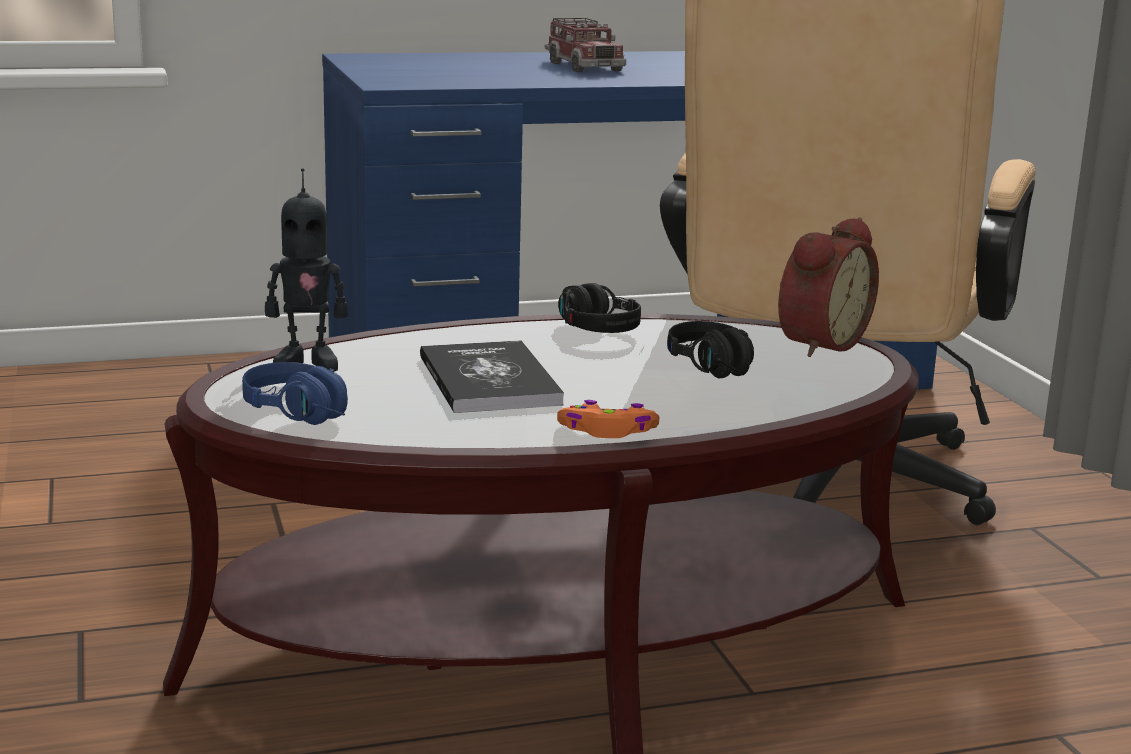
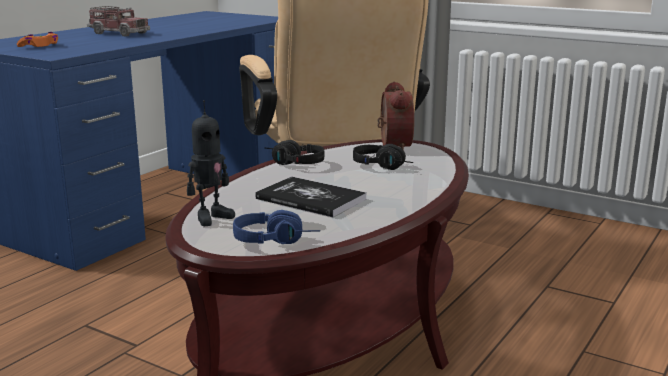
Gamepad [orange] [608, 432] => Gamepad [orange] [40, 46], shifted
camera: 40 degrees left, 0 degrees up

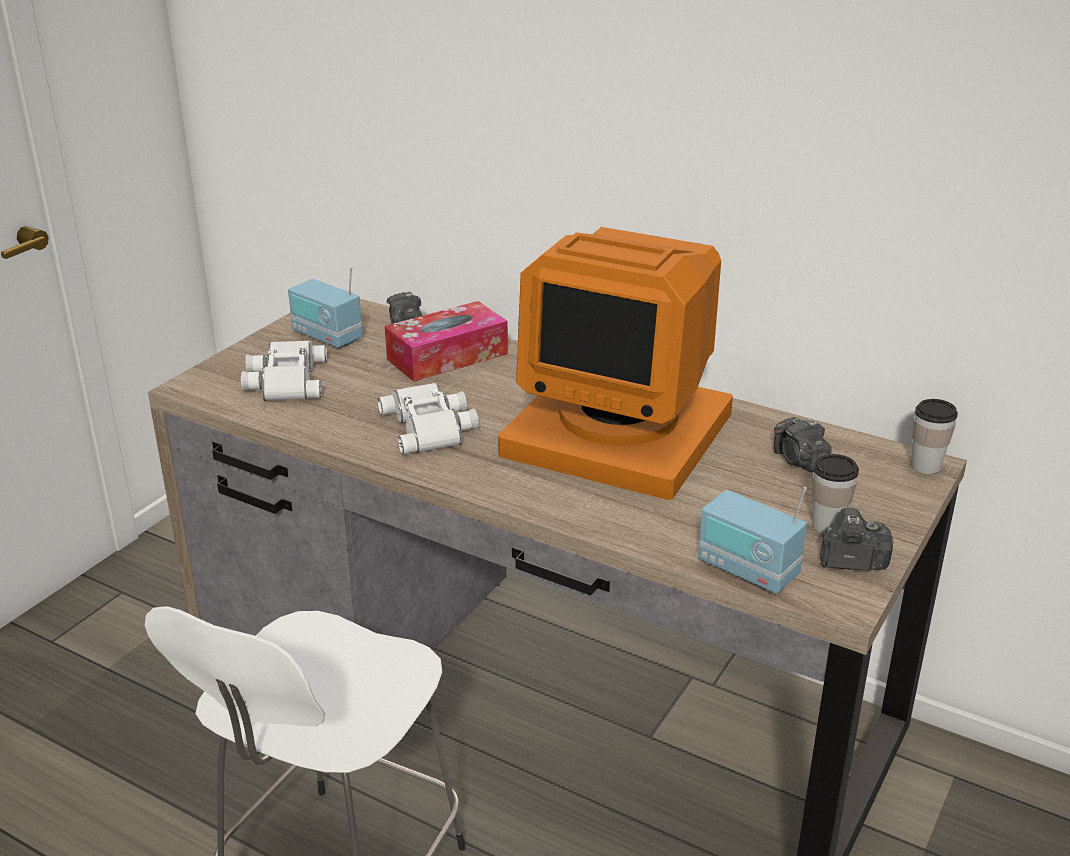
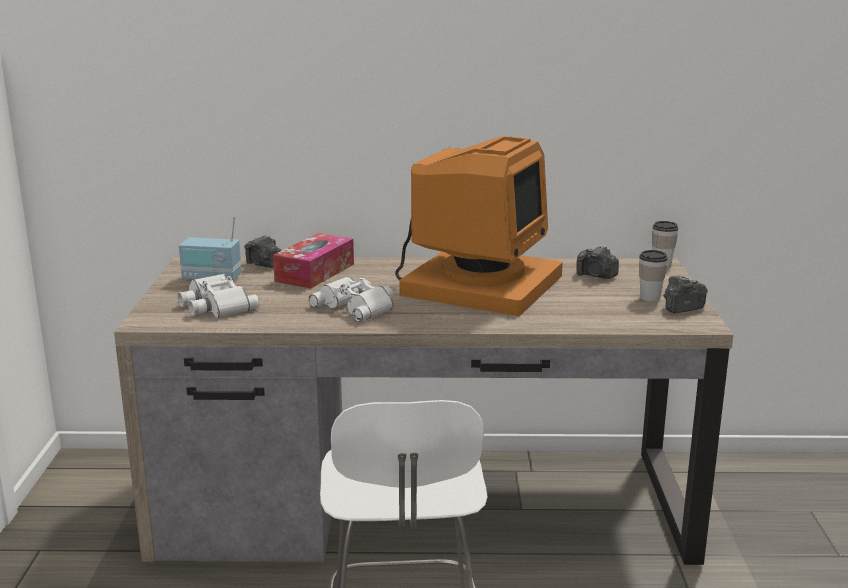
Monitor [620, 431] => Monitor [479, 284], 60 degrees counterclockwise
Radio [747, 570] => nothing
camera: 30 degrees left, 10 degrees down

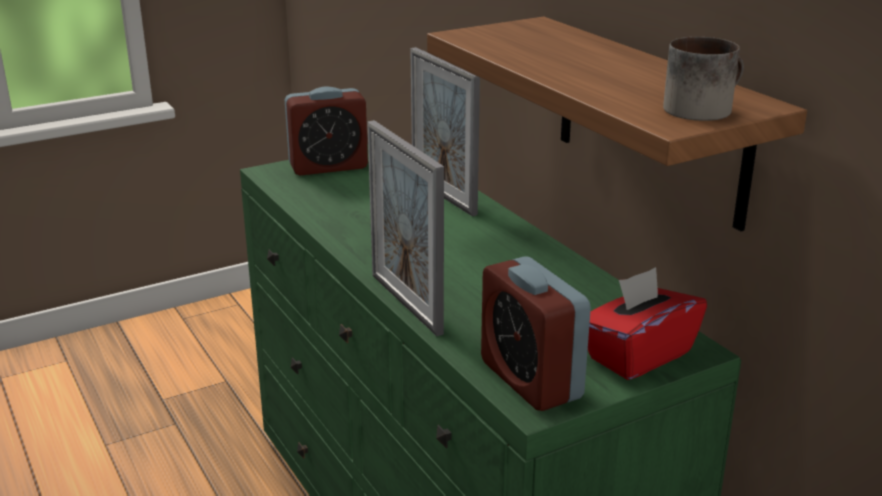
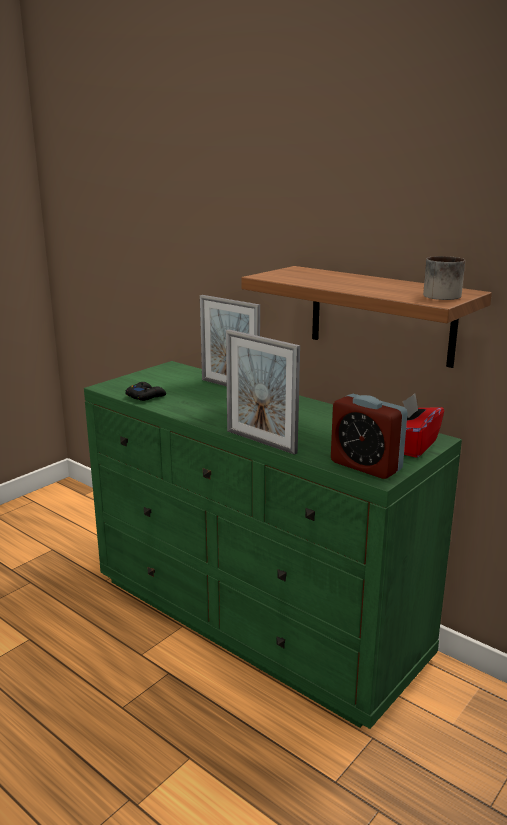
Wecker [328, 166] => nothing
nothing => Gamepad [schwarz] [145, 396]
camera: 20 degrees left, 5 degrees down

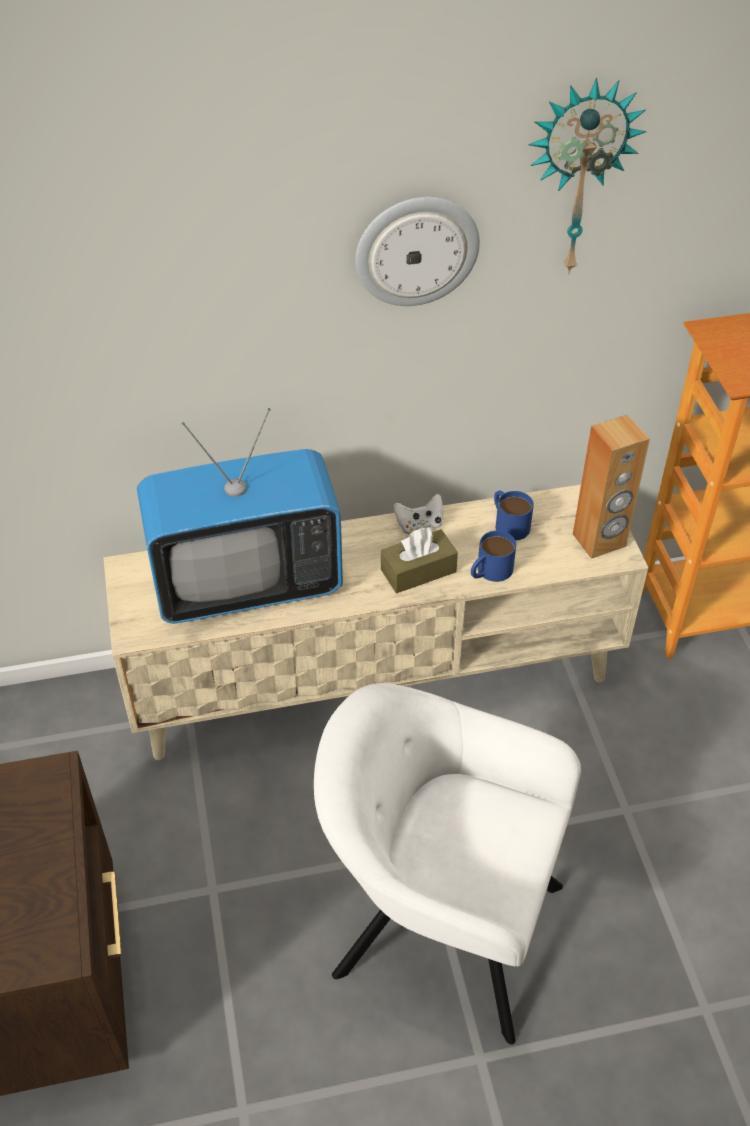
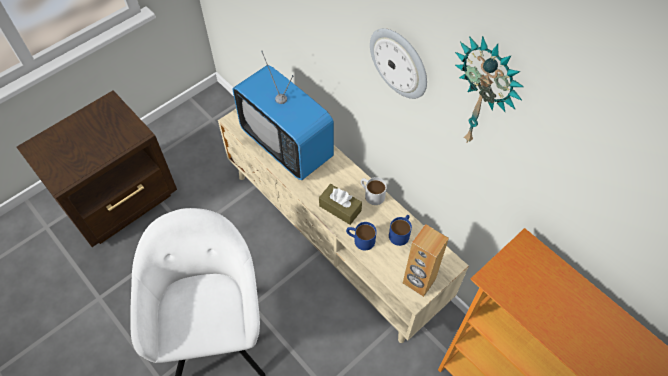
Gamepad [weiß] [419, 524] => Henkelbecher [weiß] [371, 194]
camera: 60 degrees right, 10 degrees up

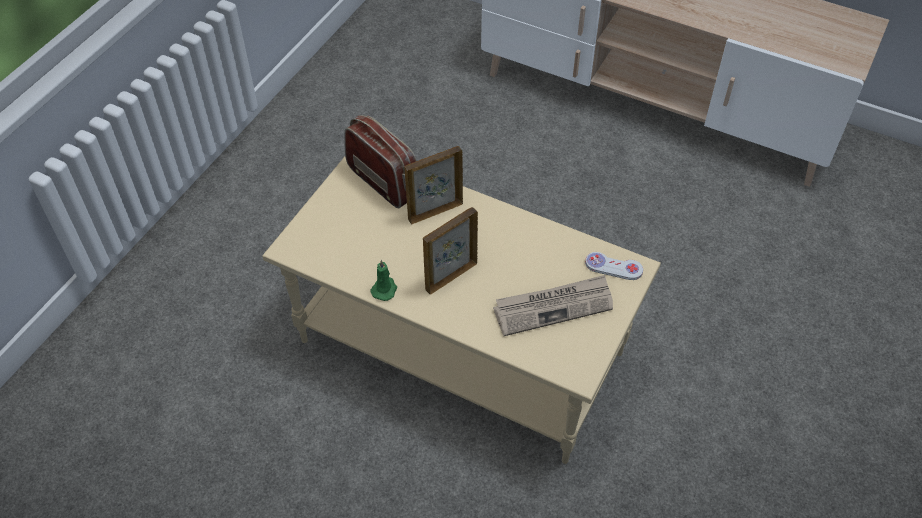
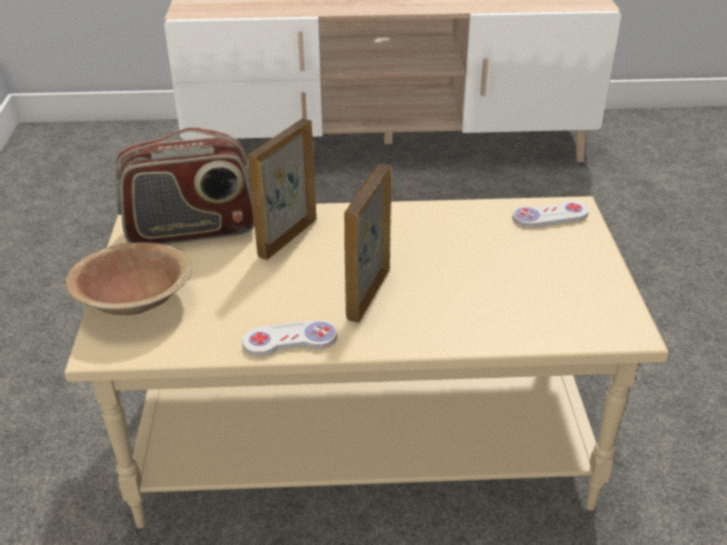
Radio [384, 181] => Radio [191, 231], 150 degrees clockwise
Kerze [grün] [384, 289] => Gamepad [weiß] [290, 340]
Zeitung [553, 307] => nothing
nothing => Schüssel [braun] [135, 301]
camera: 30 degrees left, 15 degrees down

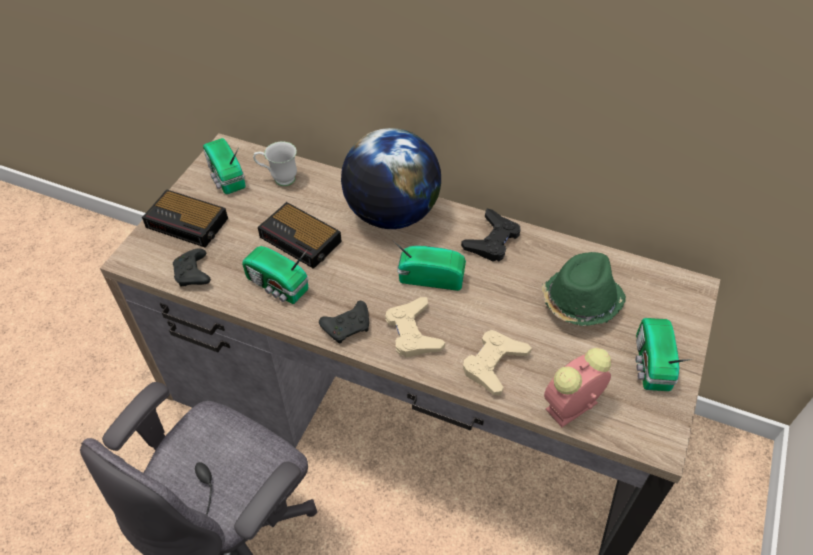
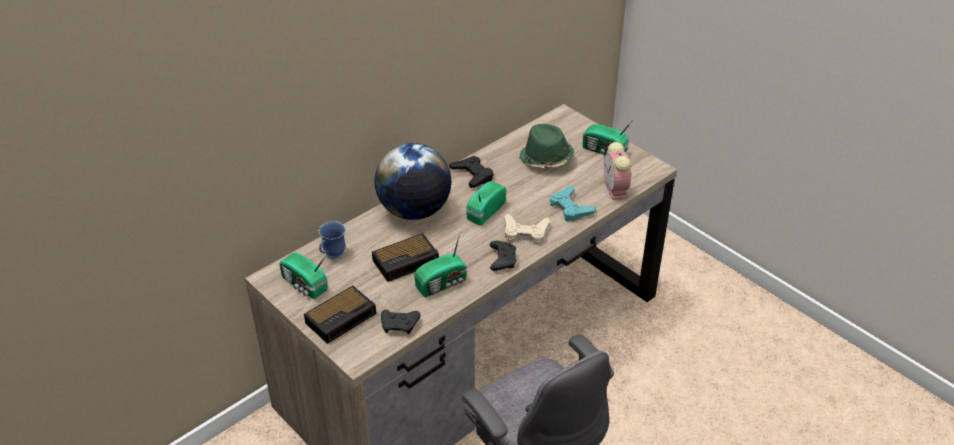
Radio [225, 177] => Radio [304, 285], 45 degrees clockwise
Henkelbecher [weiß] [279, 179] => Henkelbecher [blau] [332, 256]
Gamepad [beige] [494, 364] => Gamepad [türkis] [570, 208]
camera: 65 degrees left, 10 degrees down

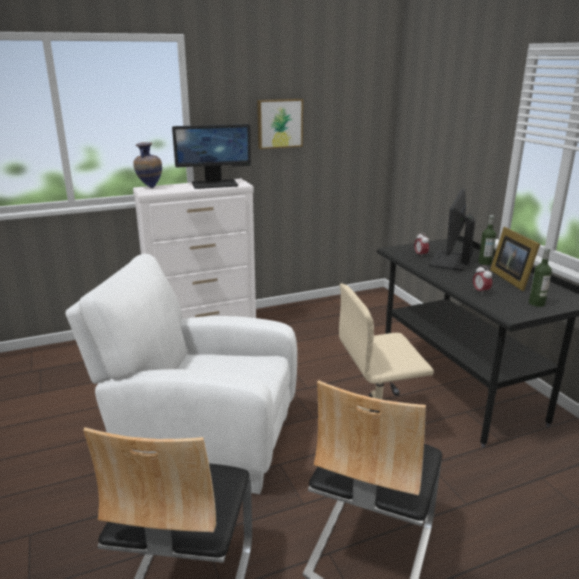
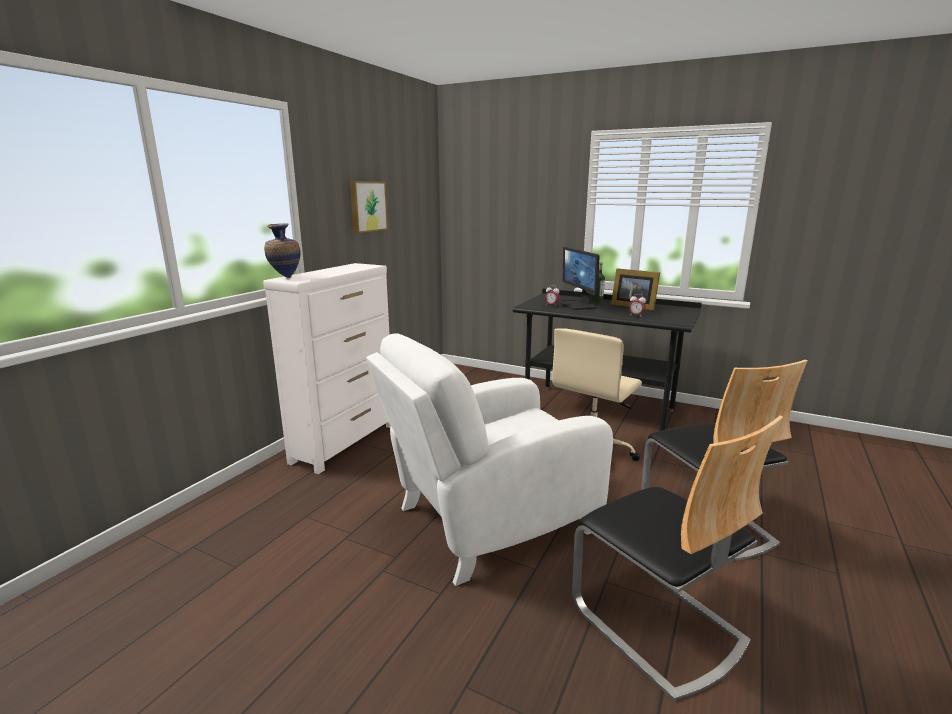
Monitor [215, 184] => nothing
Flasche [536, 303] => nothing
camera: 40 degrees left, 5 degrees down

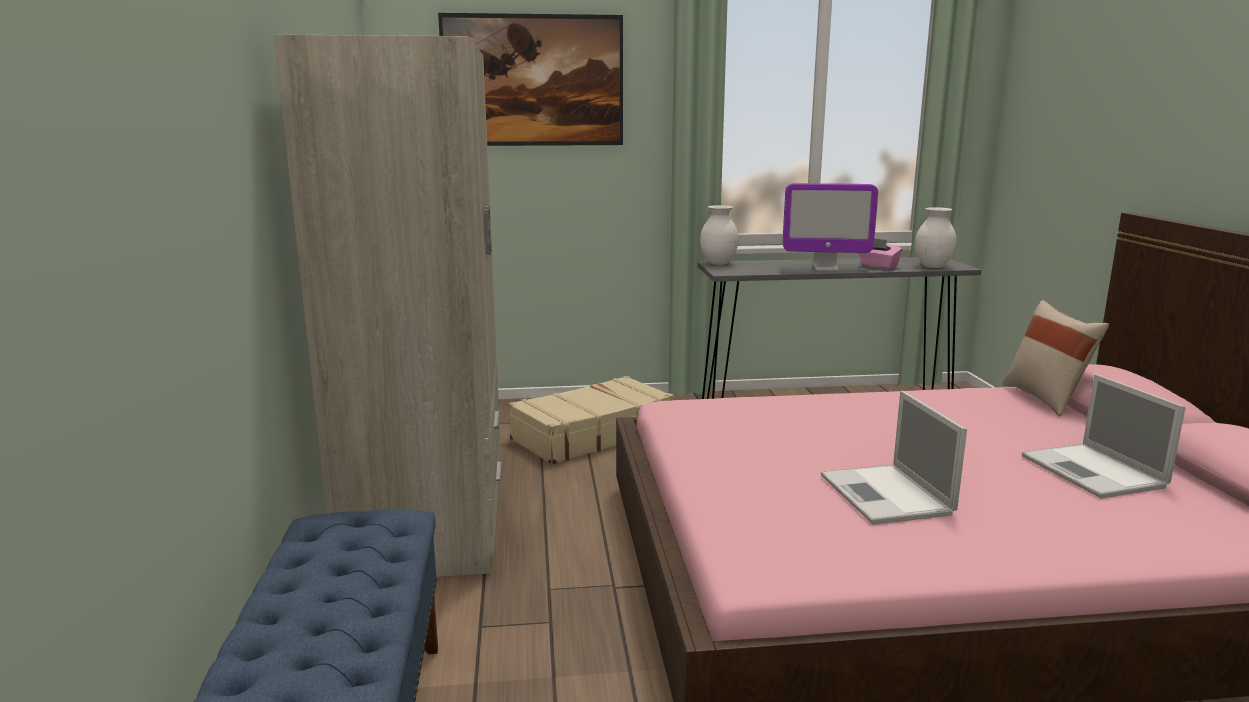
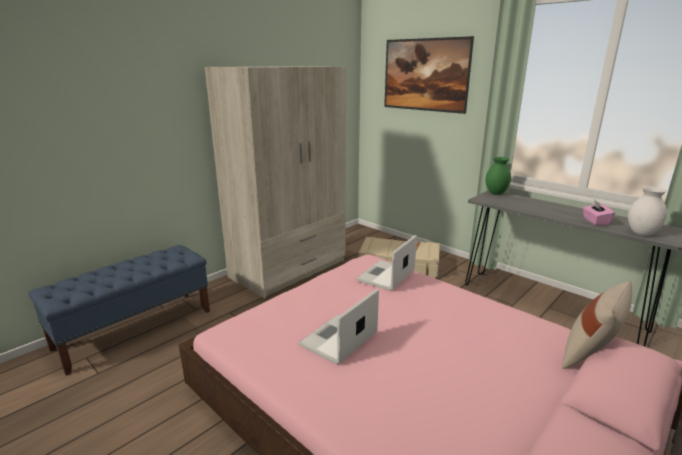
Monitor [825, 268] => nothing
Vase [weiß] [717, 263] => Vase [grün] [495, 193]
Laptop [1095, 472] => Laptop [385, 276], shifted
camera: 50 degrees right, 5 degrees up

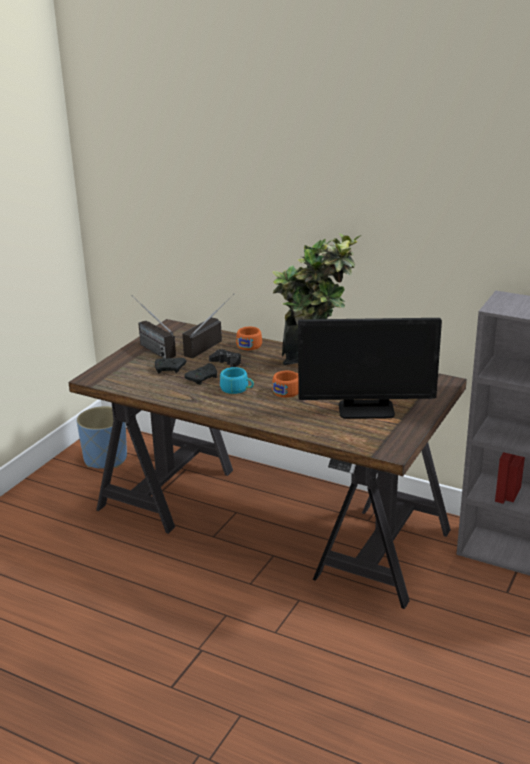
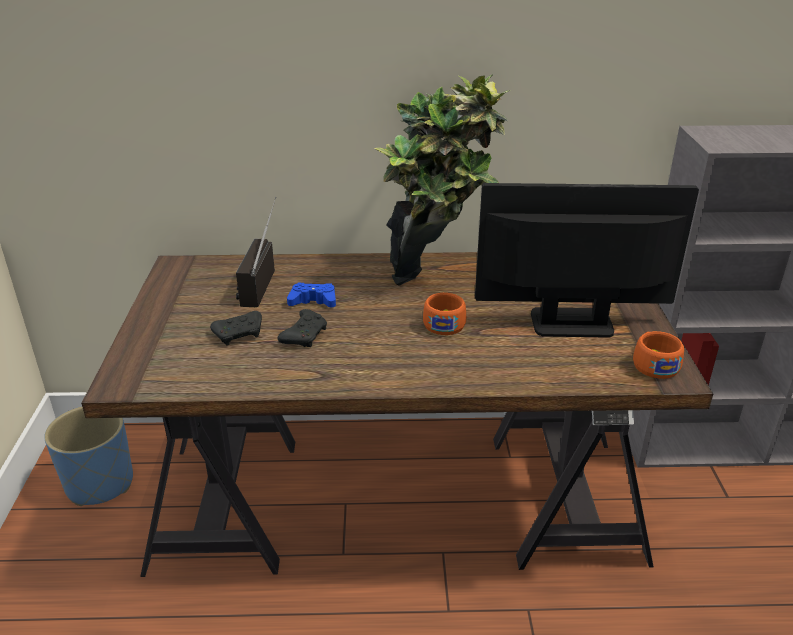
Radio [149, 346] => nothing
Monitor [366, 409] => Monitor [571, 323], 150 degrees counterclockwise
Tasse [orange] [250, 345] => Tasse [orange] [653, 364], shifted
Gamepad [schwarz] [226, 362] => Gamepad [blau] [313, 301]
Tasse [türkis] [237, 389] => nothing
camera: 30 degrees left, 5 degrees up

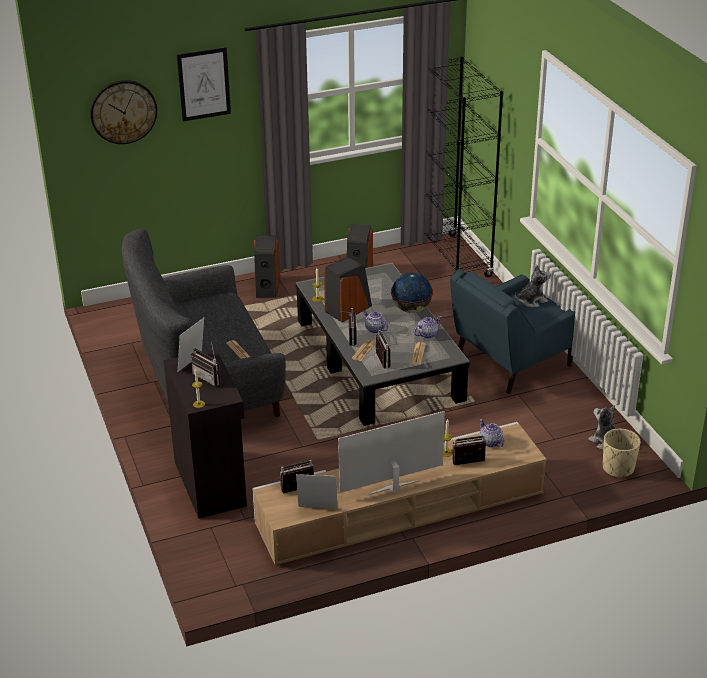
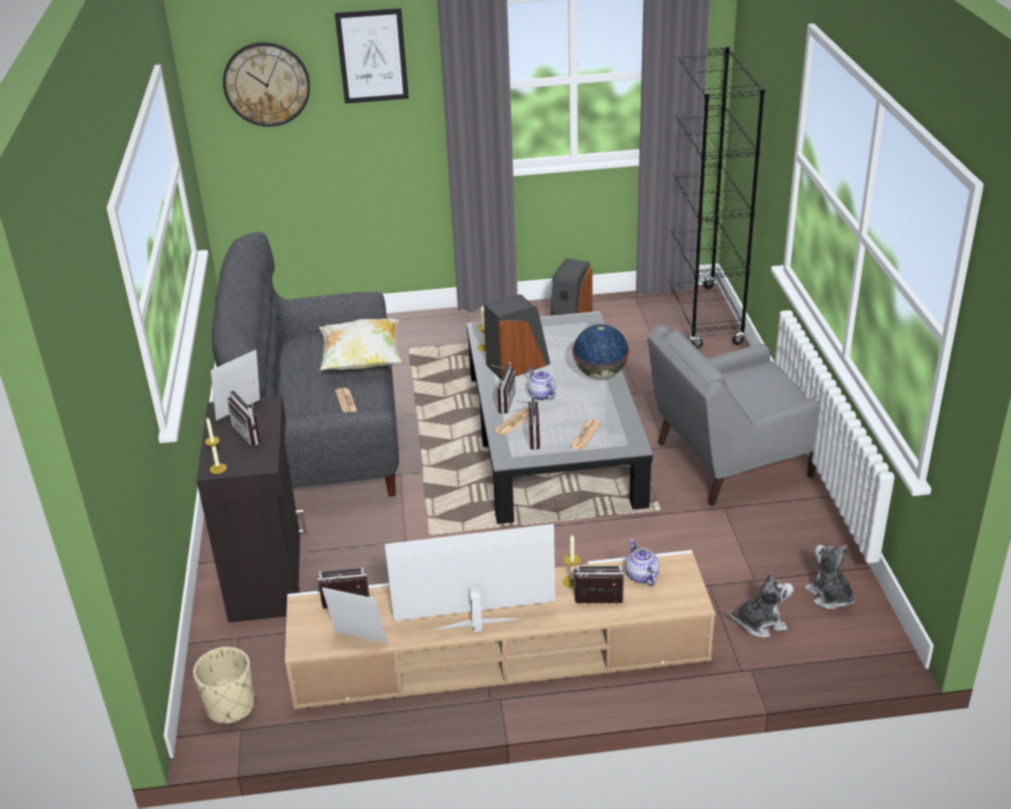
Lautsprecher [267, 287] => nothing
Plüschtier [531, 300] => Plüschtier [760, 623], shifted
Sessel [blau] [510, 362] => Sessel [grau] [729, 461]
Teekanne [427, 334] => nothing
Pflanzkübel [beige] [618, 468] => Pflanzkübel [beige] [230, 706], shifted
nothing => Kissen [362, 362]
camera: 15 degrees right, 0 degrees up

